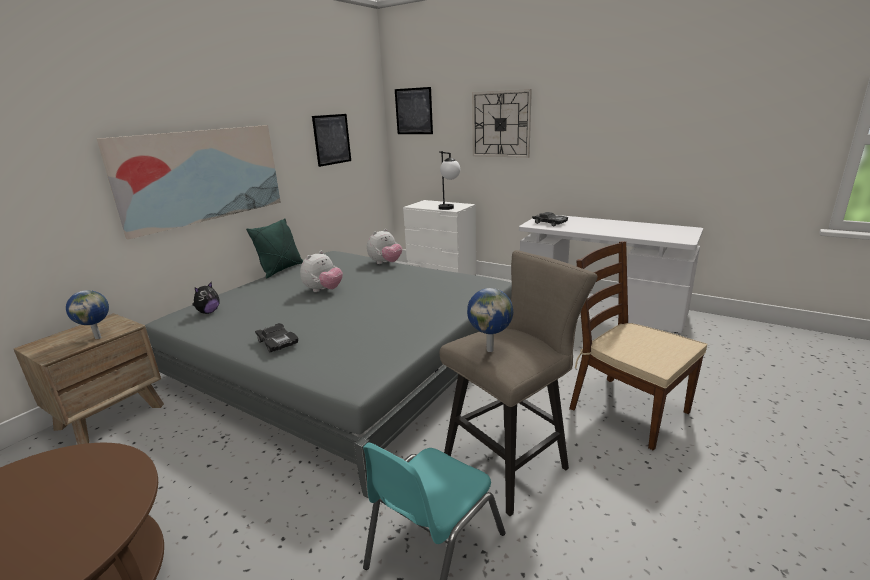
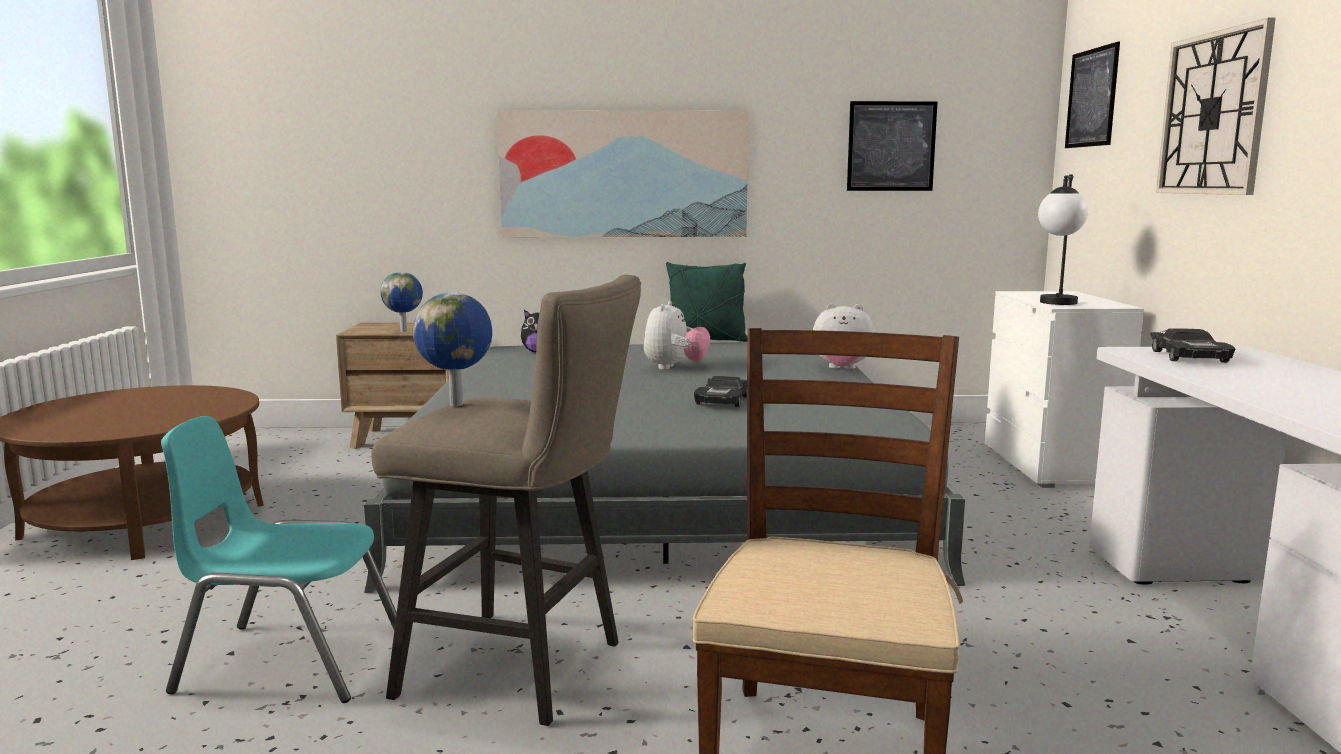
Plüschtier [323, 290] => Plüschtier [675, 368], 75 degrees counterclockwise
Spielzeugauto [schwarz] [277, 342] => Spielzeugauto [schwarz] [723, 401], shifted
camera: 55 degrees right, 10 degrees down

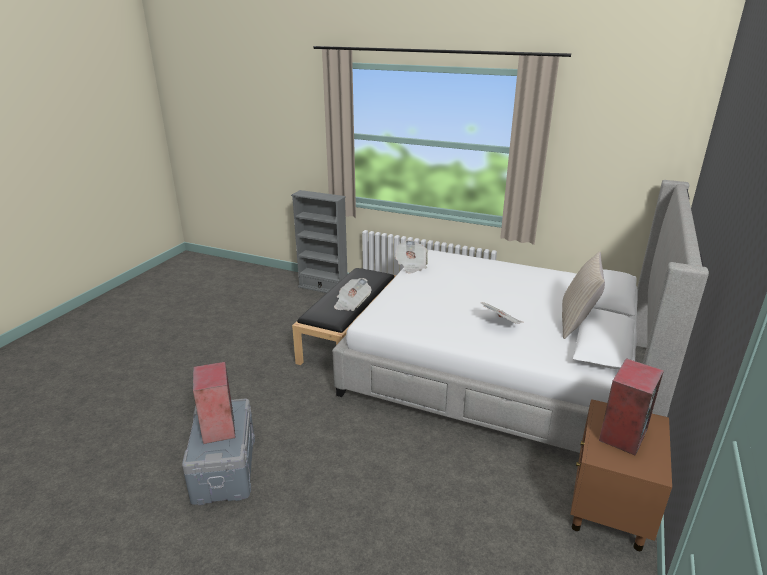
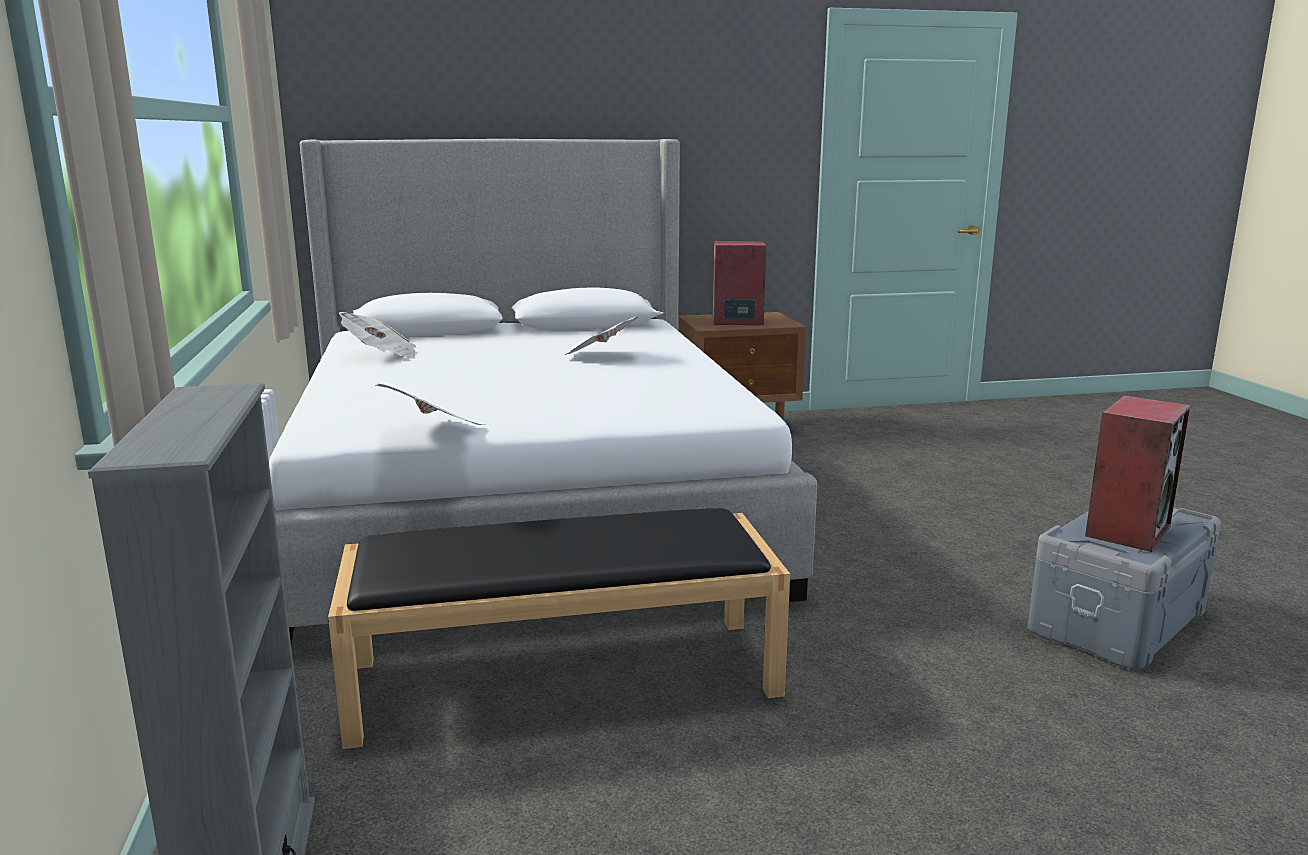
Kissen [beige] [576, 322] => nothing
Zeitung [352, 304] => Zeitung [382, 356], shifted
camera: 125 degrees left, 10 degrees down

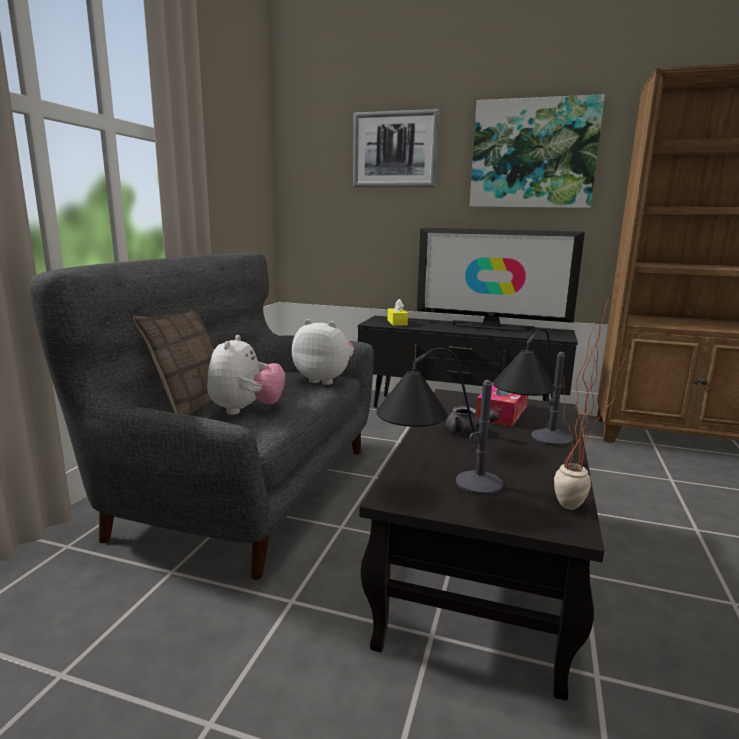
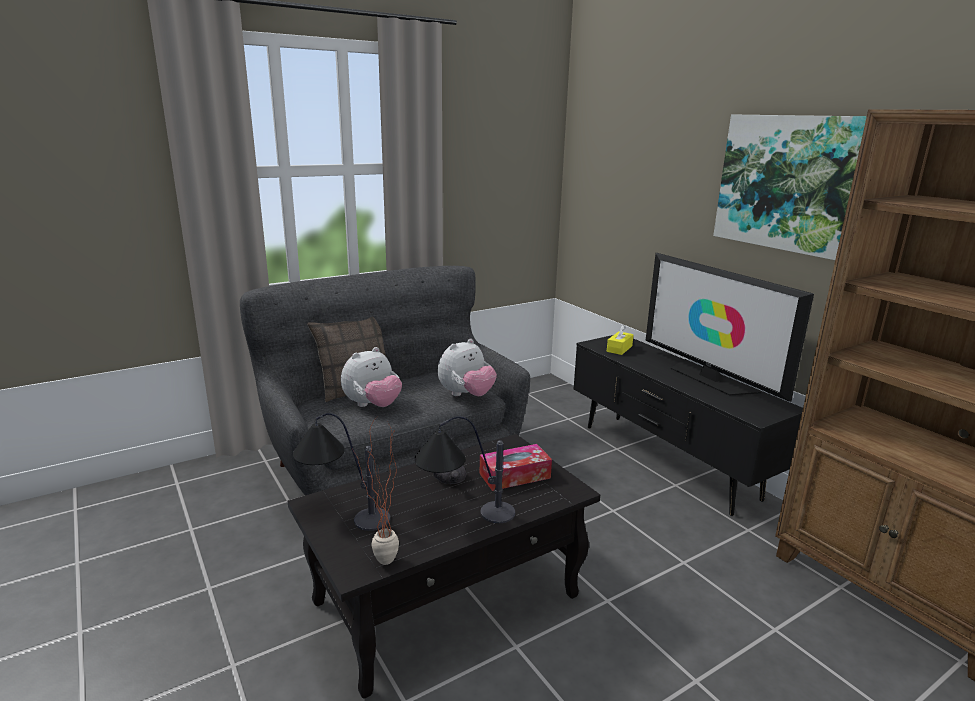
Bild [395, 150] => nothing
Plüschtier [324, 380] => Plüschtier [466, 395], 75 degrees clockwise
camera: 40 degrees right, 5 degrees up

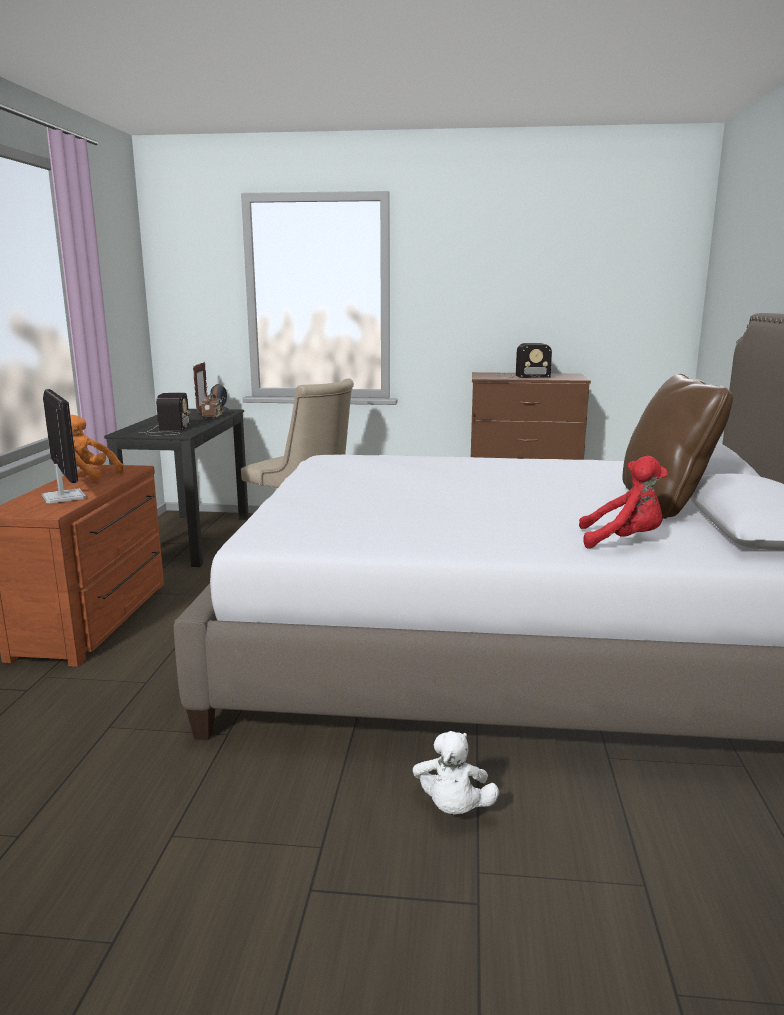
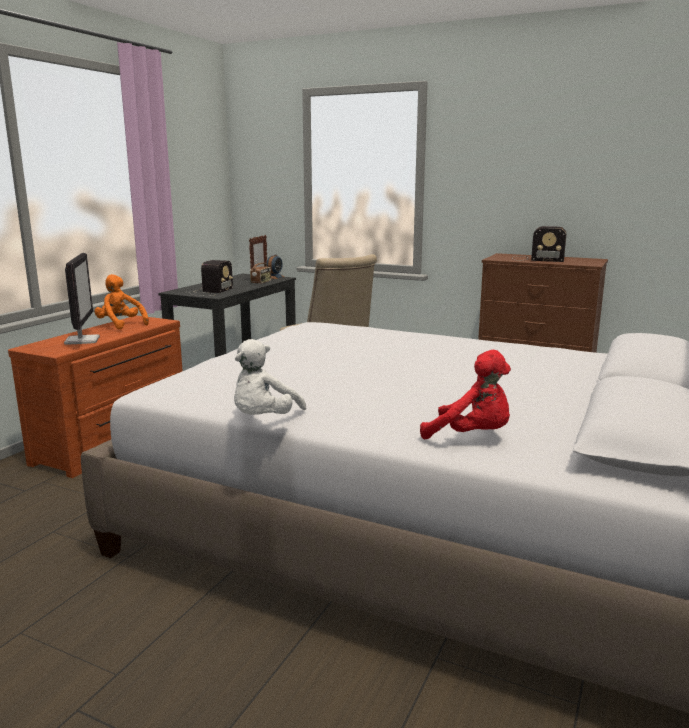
Kissen [braun] [665, 503] => nothing
Plüschtier [weiß] [453, 808] => Plüschtier [weiß] [264, 420], shifted
camera: 20 degrees right, 0 degrees up

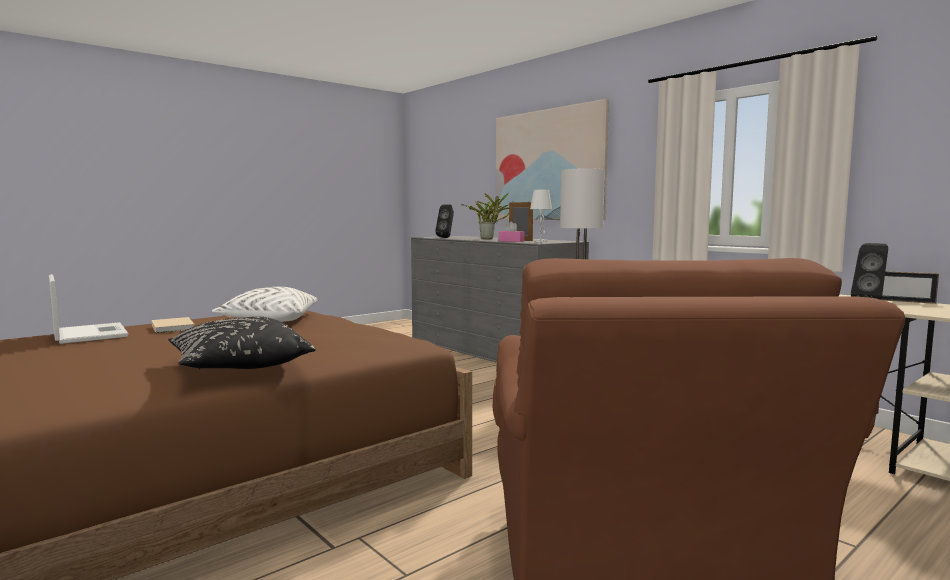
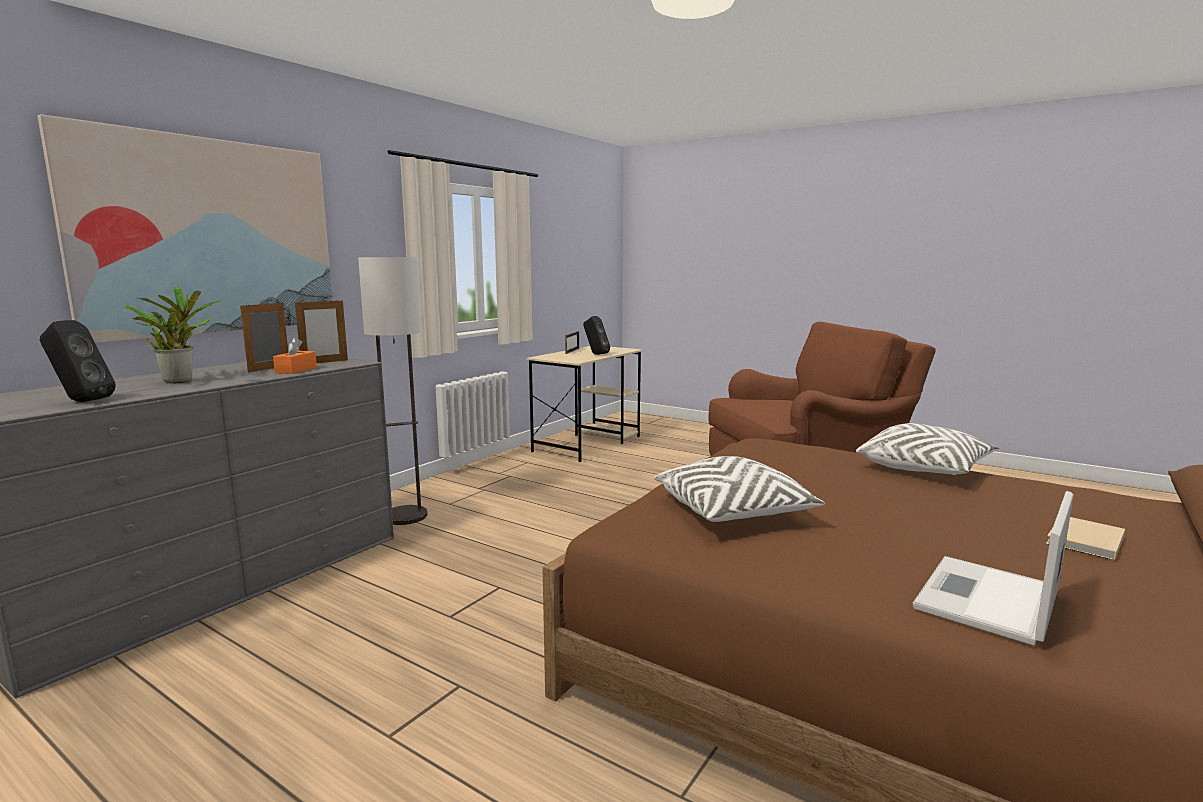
Tischlampe [weiß] [541, 242] => Bilderrahmen [324, 362]
Taschentuchbox [rosa] [511, 241] => Taschentuchbox [orange] [296, 370]
Kissen [schwarz] [239, 367] => Kissen [weiß] [924, 469]
Buch [beige] [173, 327] => Buch [beige] [1083, 541], shifted
camera: 105 degrees left, 5 degrees up

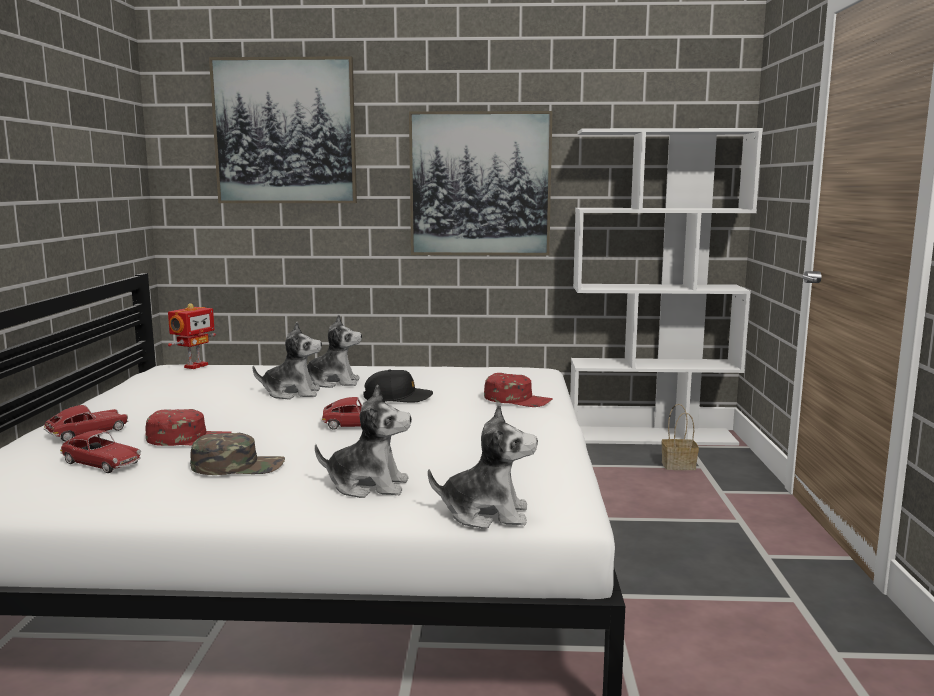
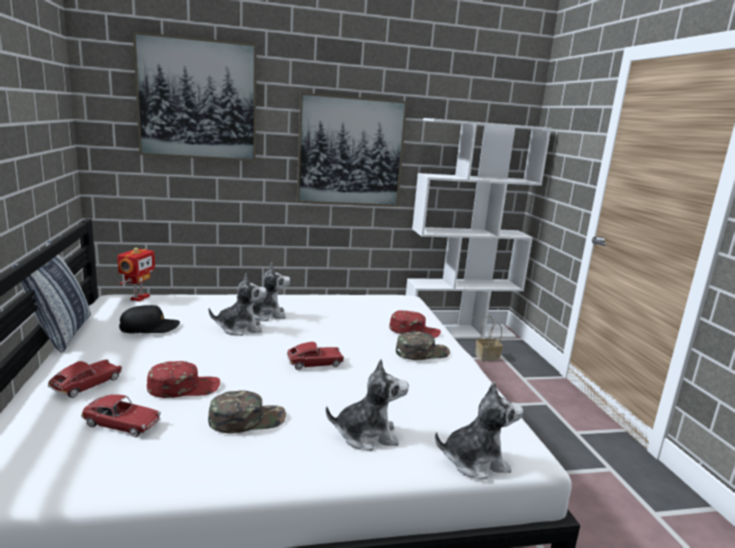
Kappe [schwarz] [397, 398] => Kappe [schwarz] [149, 327], shifted
nothing => Kissen [61, 334]
nothing => Kappe [grün] [422, 352]
camera: 15 degrees left, 5 degrees up

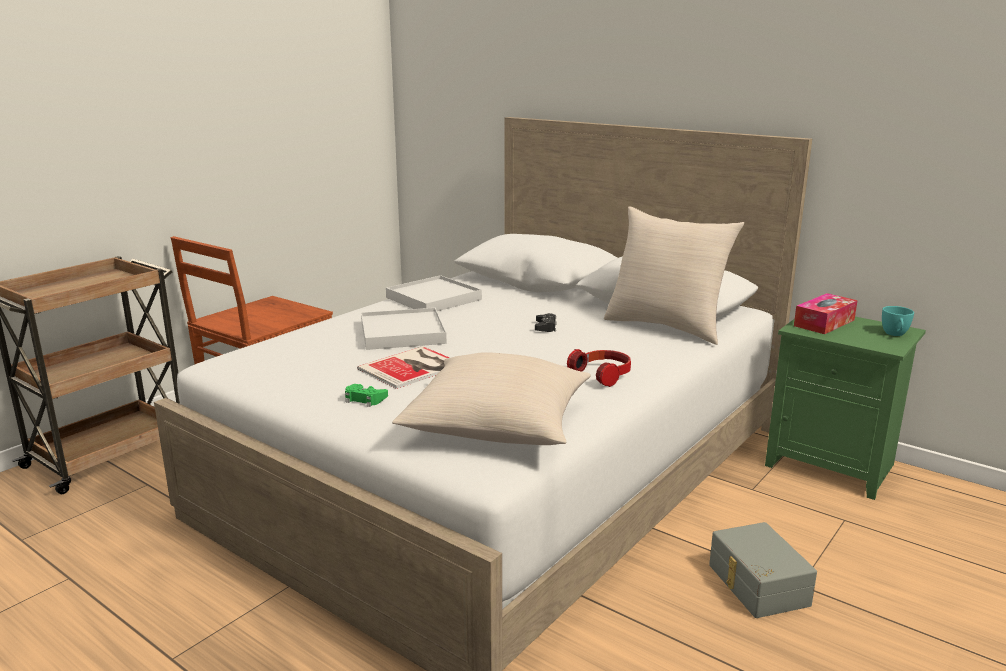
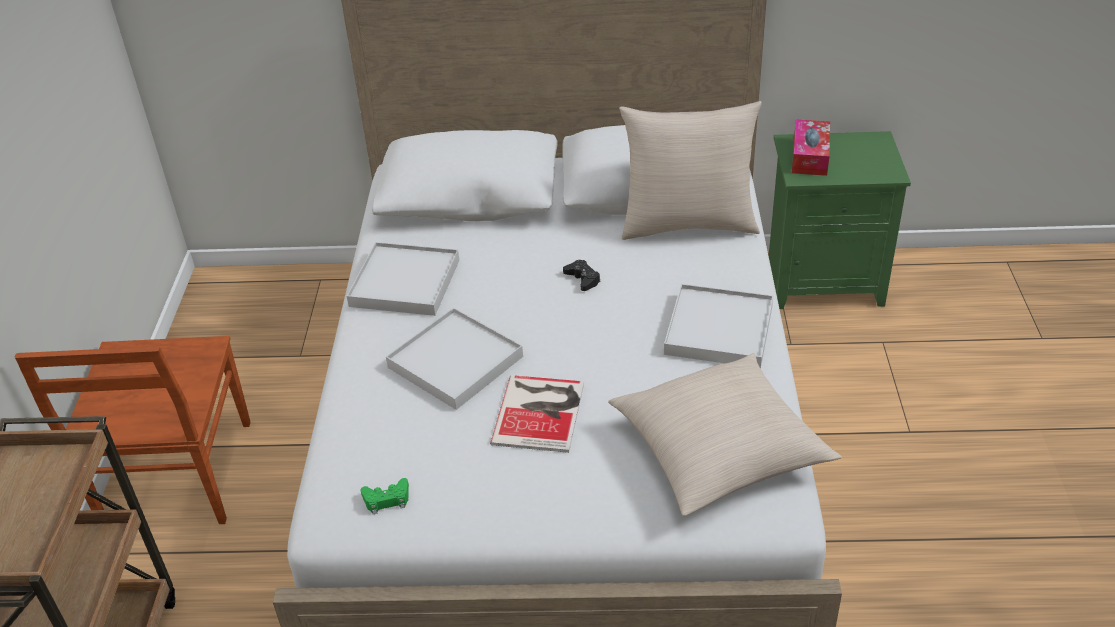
Tasse [türkis] [895, 334] => nothing
Kopfhörer [603, 374] => Tablett [weiß] [719, 330]
Gamepad [grün] [364, 399] => Gamepad [grün] [387, 499], shifted
Aufbewahrungsbox [grau] [756, 585] => nothing
camera: 35 degrees left, 20 degrees up

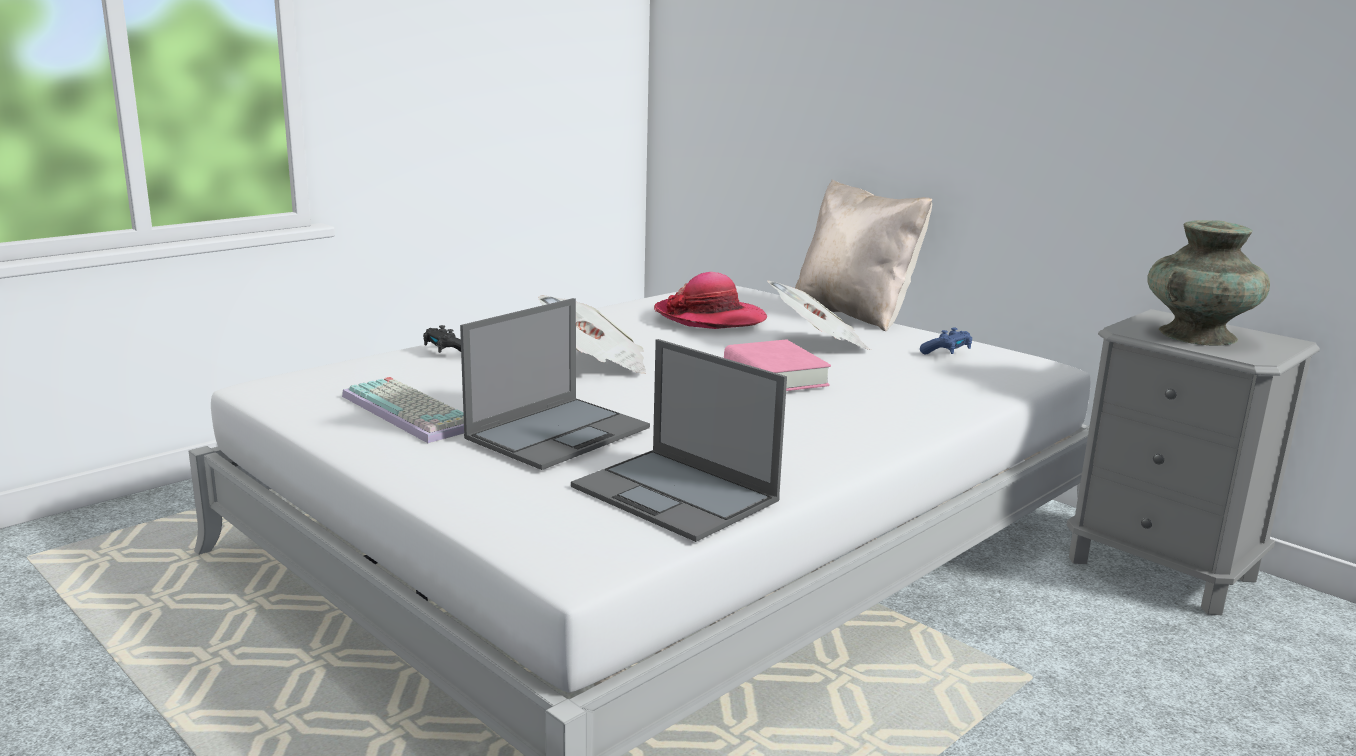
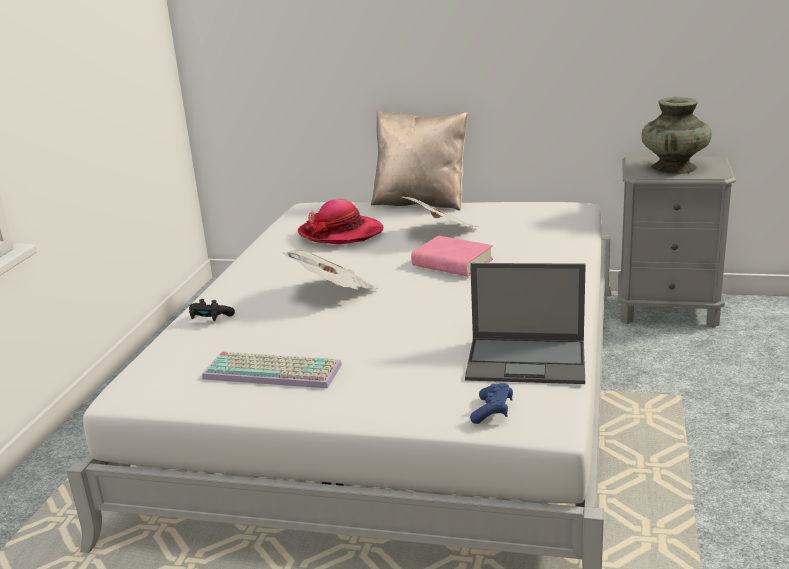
Laptop [559, 432] => nothing
Gamepad [blau] [946, 353] => Gamepad [blau] [492, 412], shifted
camera: 30 degrees left, 5 degrees up

